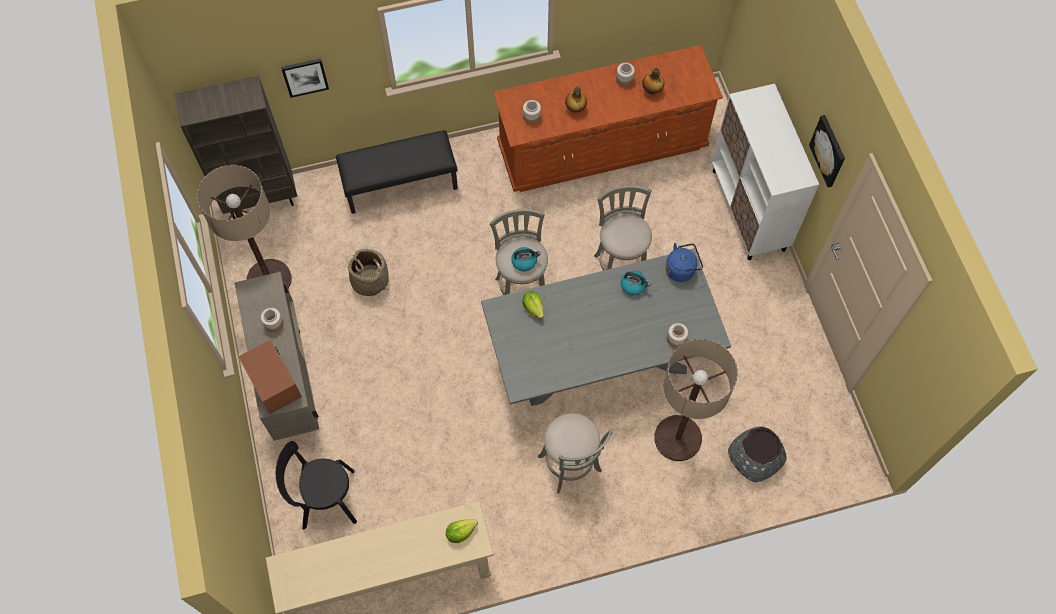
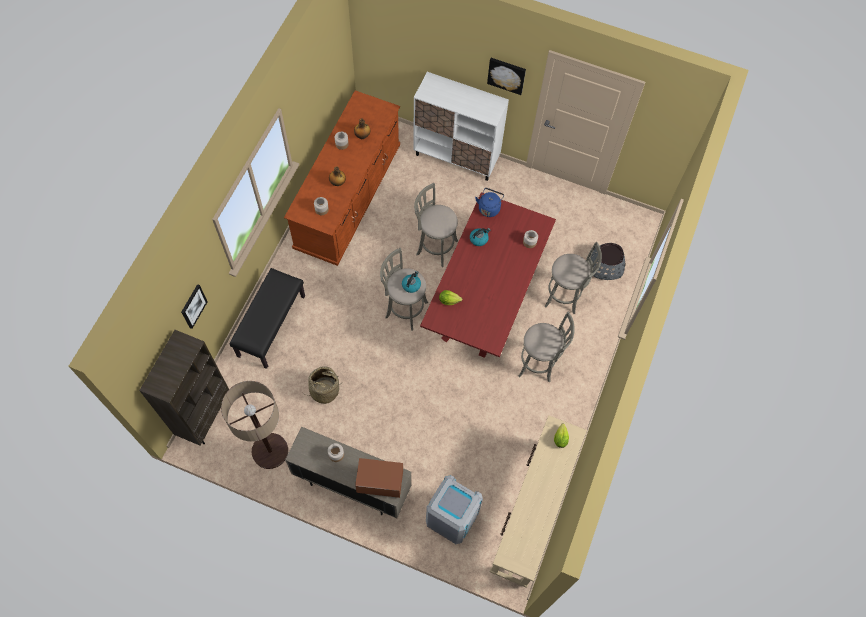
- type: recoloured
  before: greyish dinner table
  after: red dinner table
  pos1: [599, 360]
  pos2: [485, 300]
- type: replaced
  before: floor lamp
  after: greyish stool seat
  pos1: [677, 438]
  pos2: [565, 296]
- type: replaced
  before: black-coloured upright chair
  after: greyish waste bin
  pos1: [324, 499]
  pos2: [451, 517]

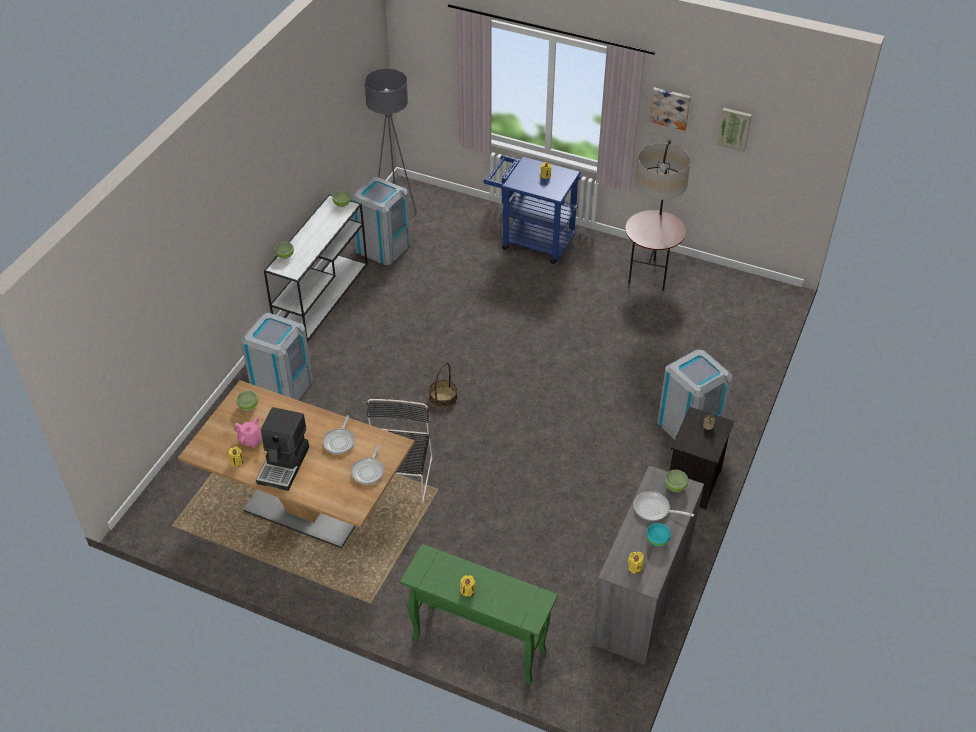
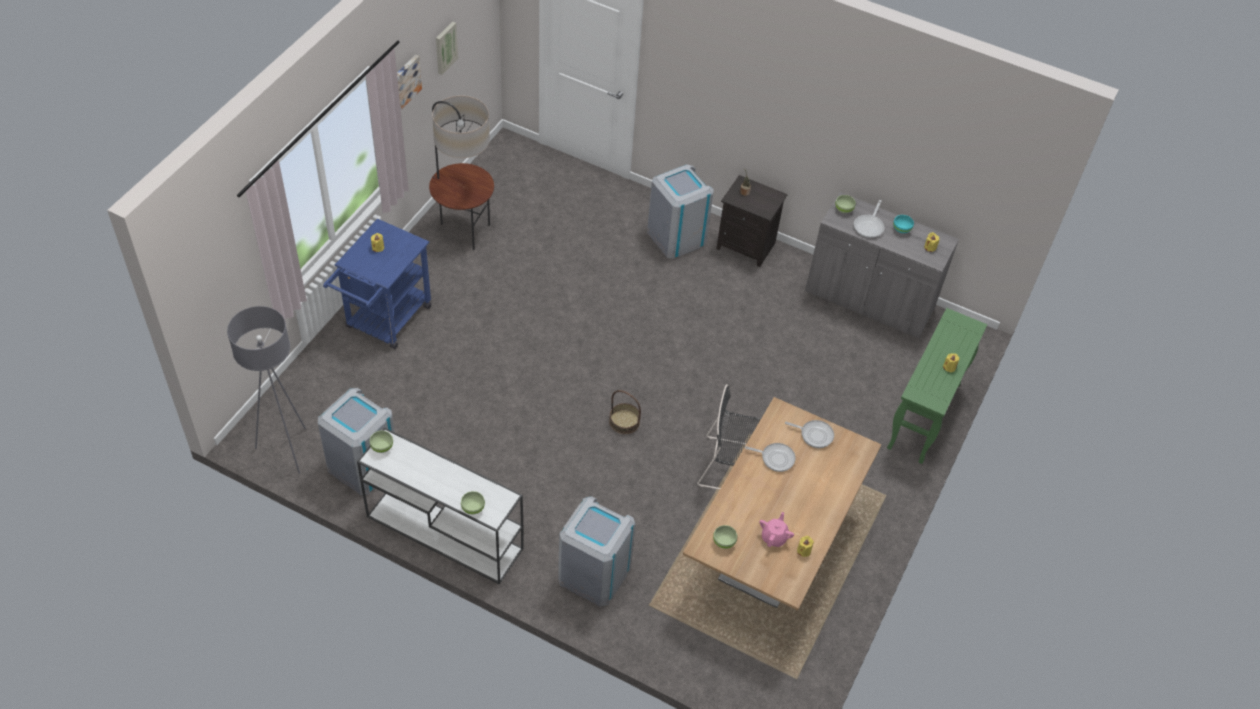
- type: removed
  before: coffee brewer
  pos1: [284, 465]

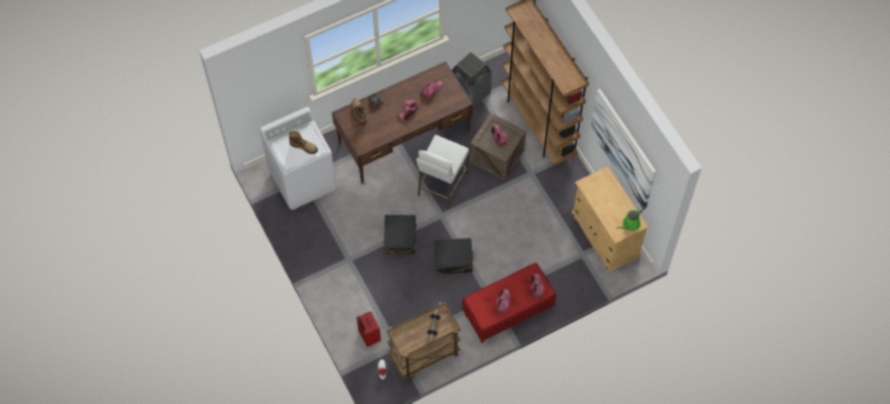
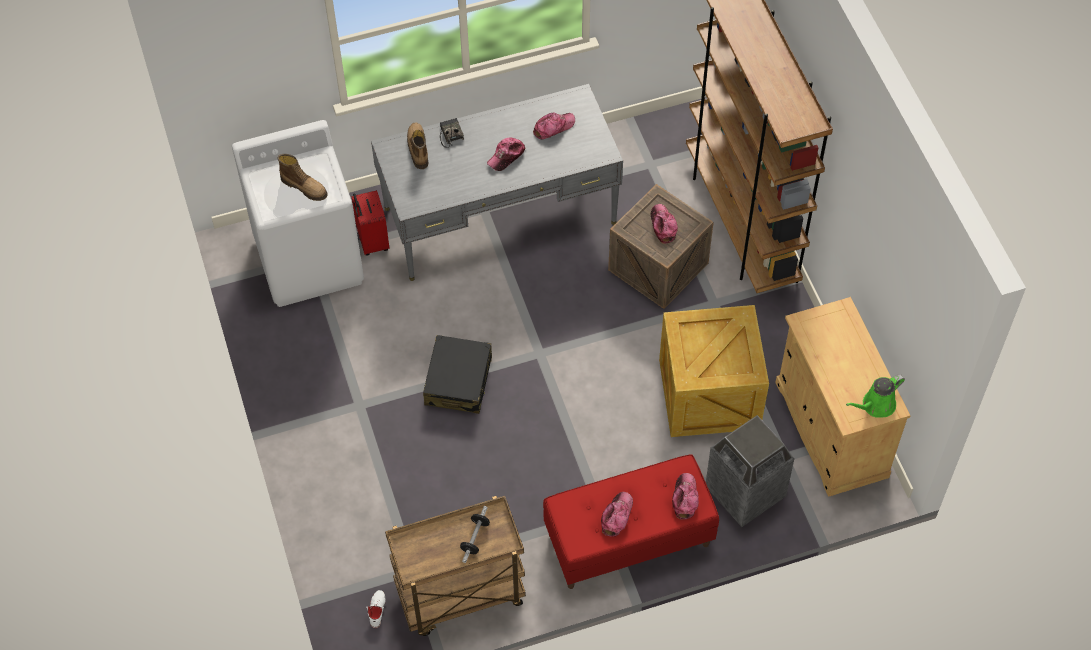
- type: moved
  before: waste bin
  pos1: [470, 94]
  pos2: [745, 493]
- type: recoloured
  before: brown desk unit
  after: greyish desk unit
  pos1: [404, 139]
  pos2: [499, 215]
- type: removed
  before: wall art
  pos1: [623, 149]
- type: removed
  before: whitish stool seat
  pos1: [441, 185]
- type: removed
  before: black-coloured piece of luggage
  pos1: [453, 259]
- type: moved
  before: red piece of luggage
  pos1: [368, 336]
  pos2: [372, 241]
- type: added
  after: shipping crate
  pos2: [707, 395]

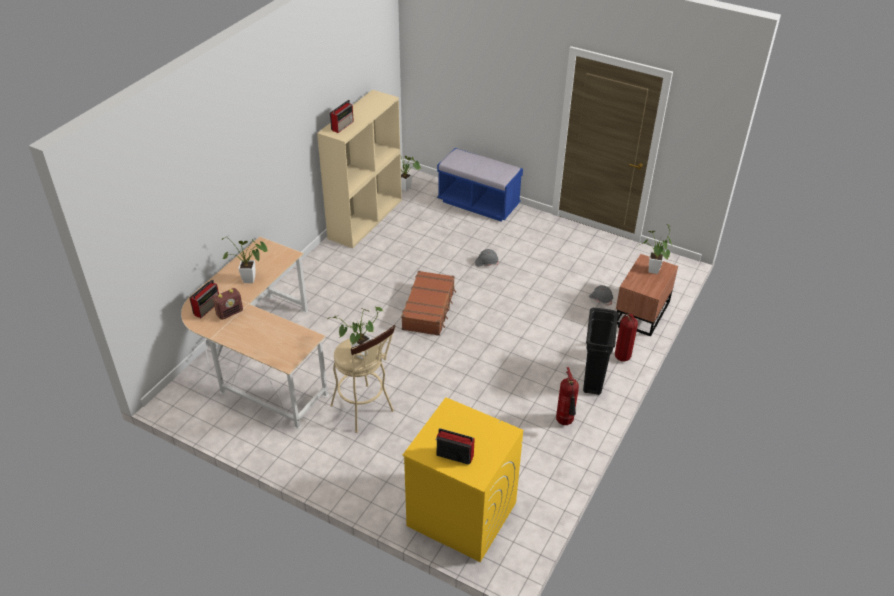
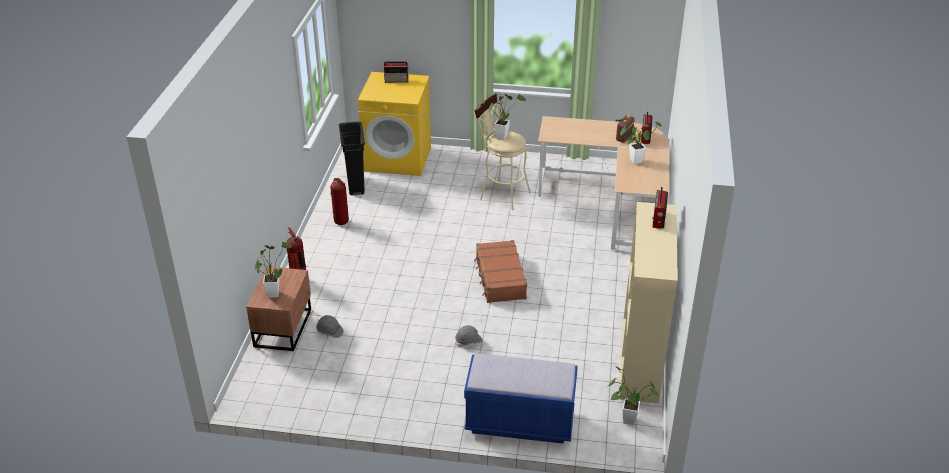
- type: moved
  before: black-coloured waste bin
  pos1: [593, 379]
  pos2: [355, 185]

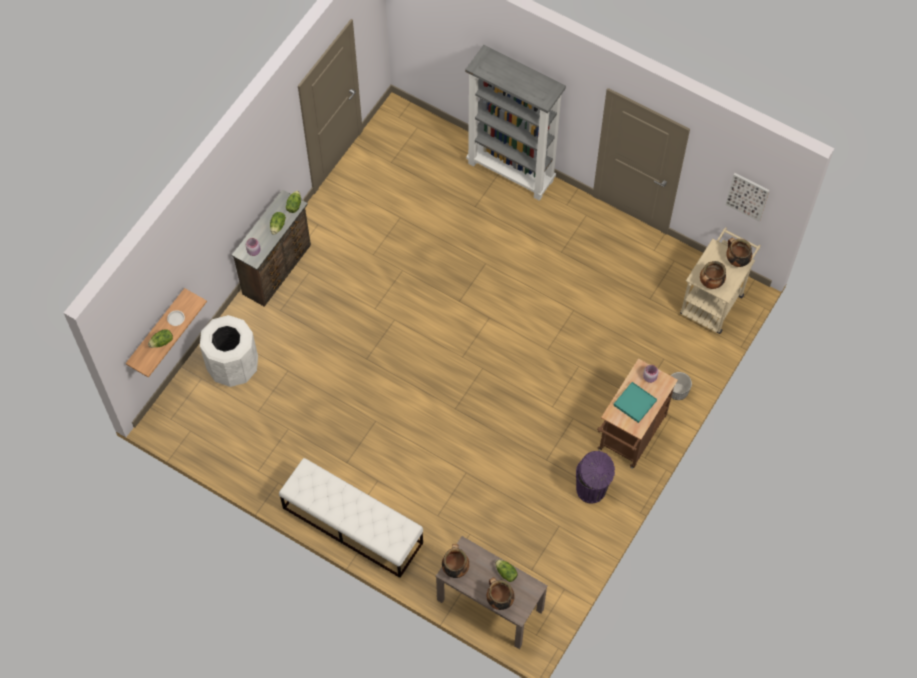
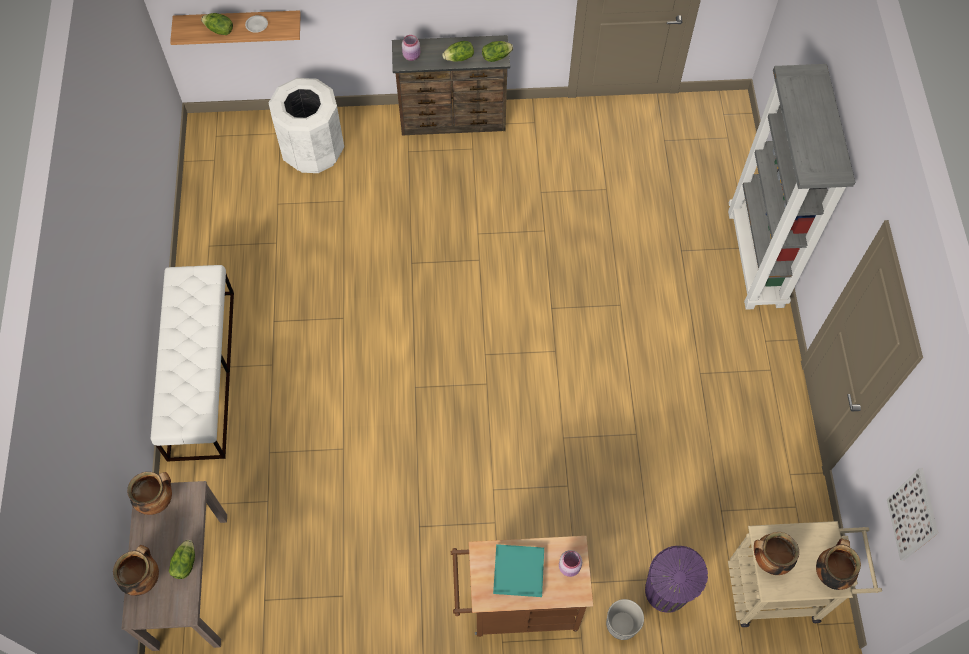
- type: moved
  before: purple waste bin
  pos1: [592, 490]
  pos2: [666, 592]

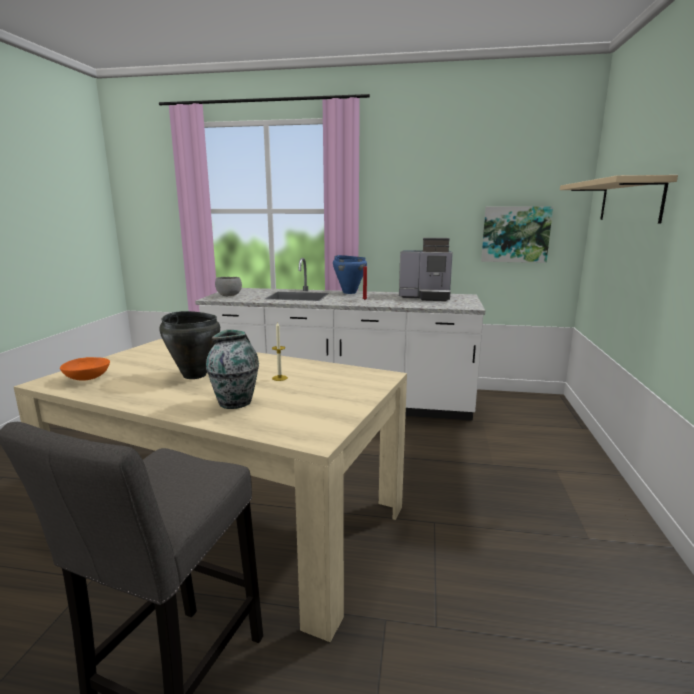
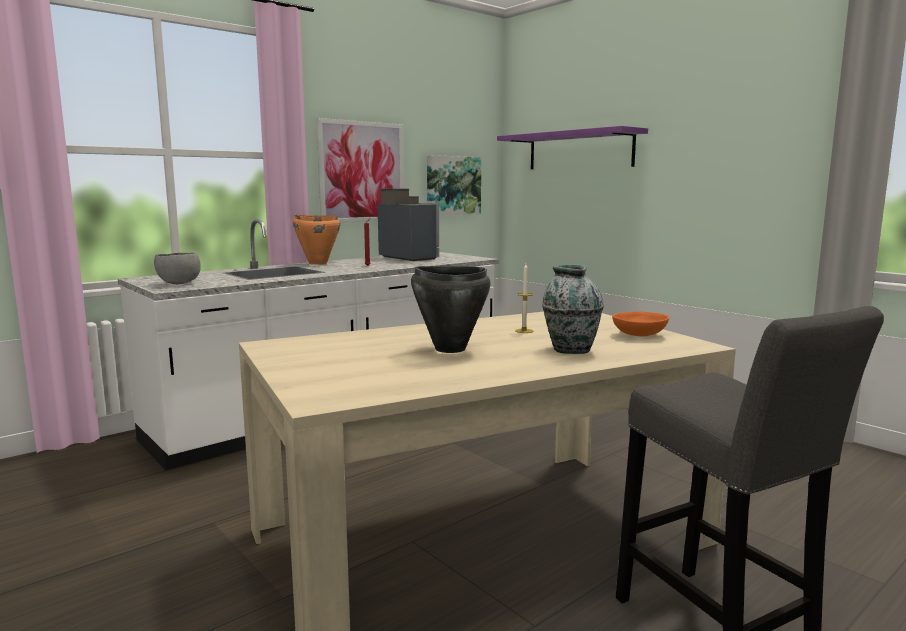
- type: recoloured
  before: sand-coloured shelf
  after: purple shelf
  pos1: [630, 201]
  pos2: [579, 150]
- type: turned
  before: coffee brewer
  pos1: [426, 297]
  pos2: [410, 257]
  turn: -90
- type: recoloured
  before: blue cooking pot
  after: orange-coloured cooking pot
  pos1: [349, 292]
  pos2: [317, 263]
- type: moved
  before: orange-coloured bowl
  pos1: [87, 378]
  pos2: [640, 335]
- type: added
  after: wall art
  pos2: [362, 172]

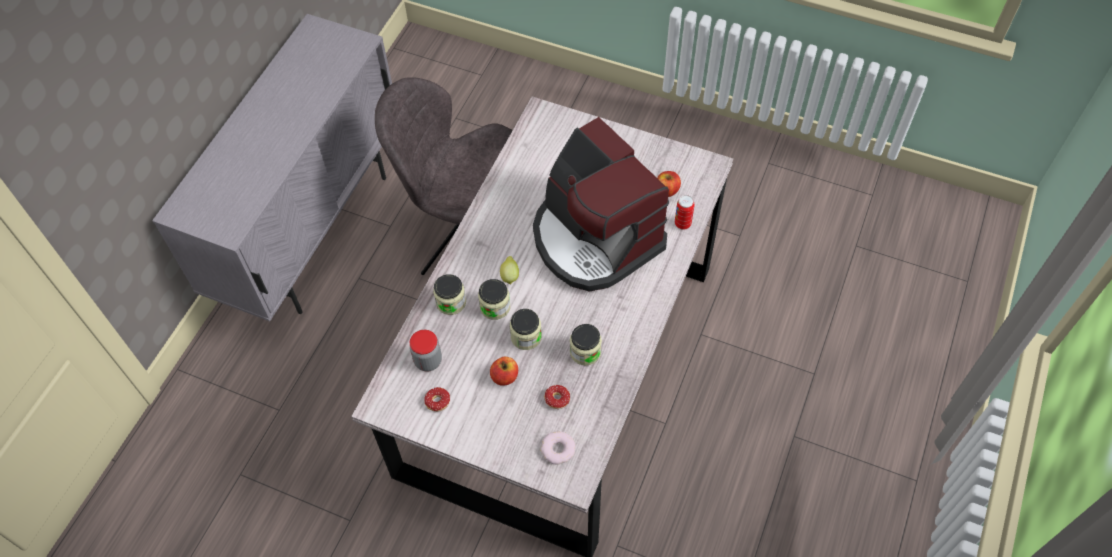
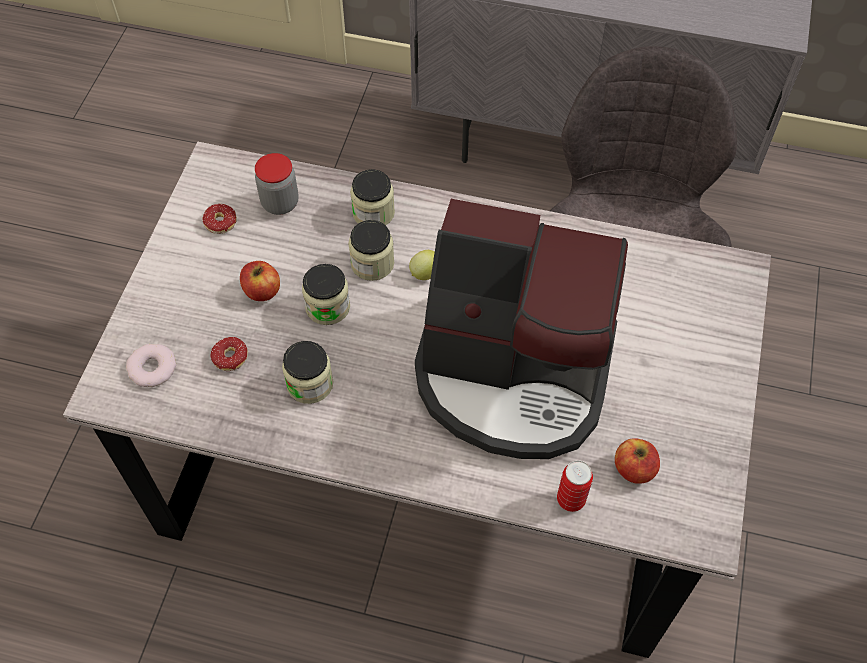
- type: turned
  before: coffee brewer
  pos1: [595, 238]
  pos2: [514, 373]
  turn: -120

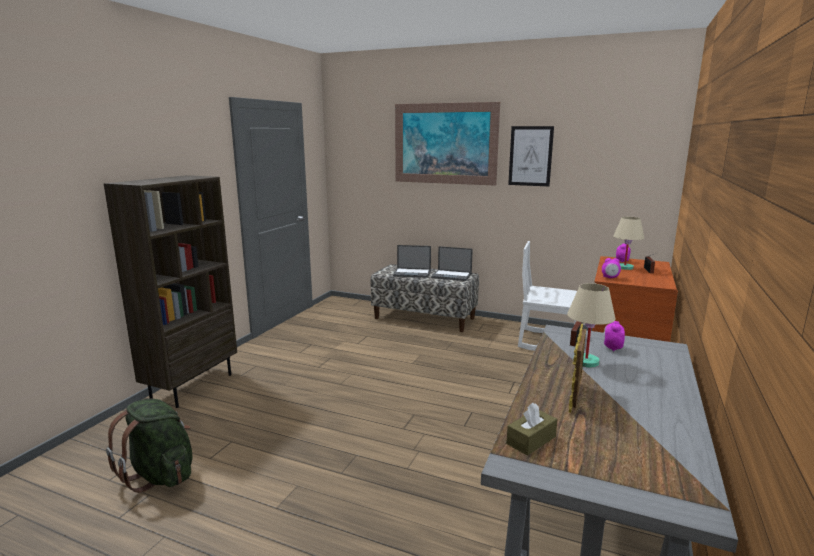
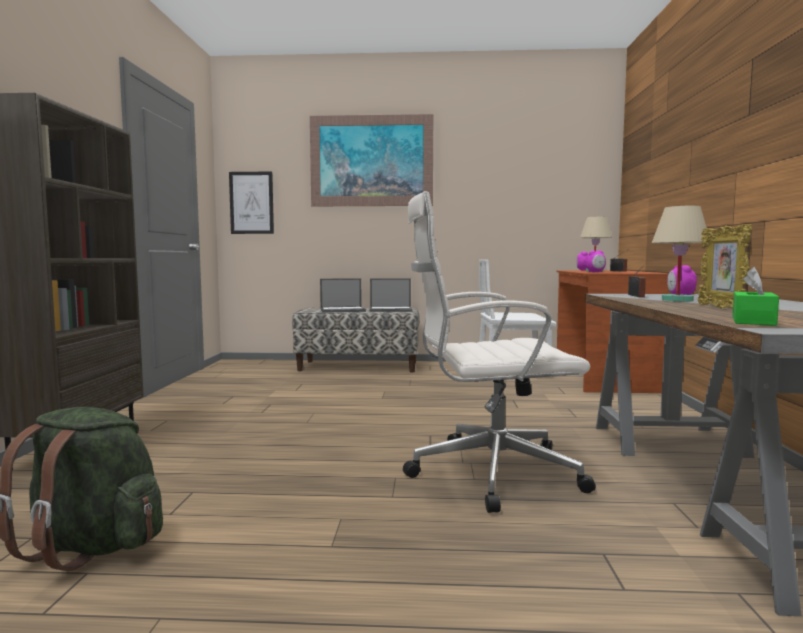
- type: moved
  before: wall art
  pos1: [530, 156]
  pos2: [251, 203]
- type: recoloured
  before: brown tissue box
  after: greenish tissue box
  pos1: [531, 440]
  pos2: [753, 321]
- type: added
  after: whitish computer chair
  pos2: [489, 472]

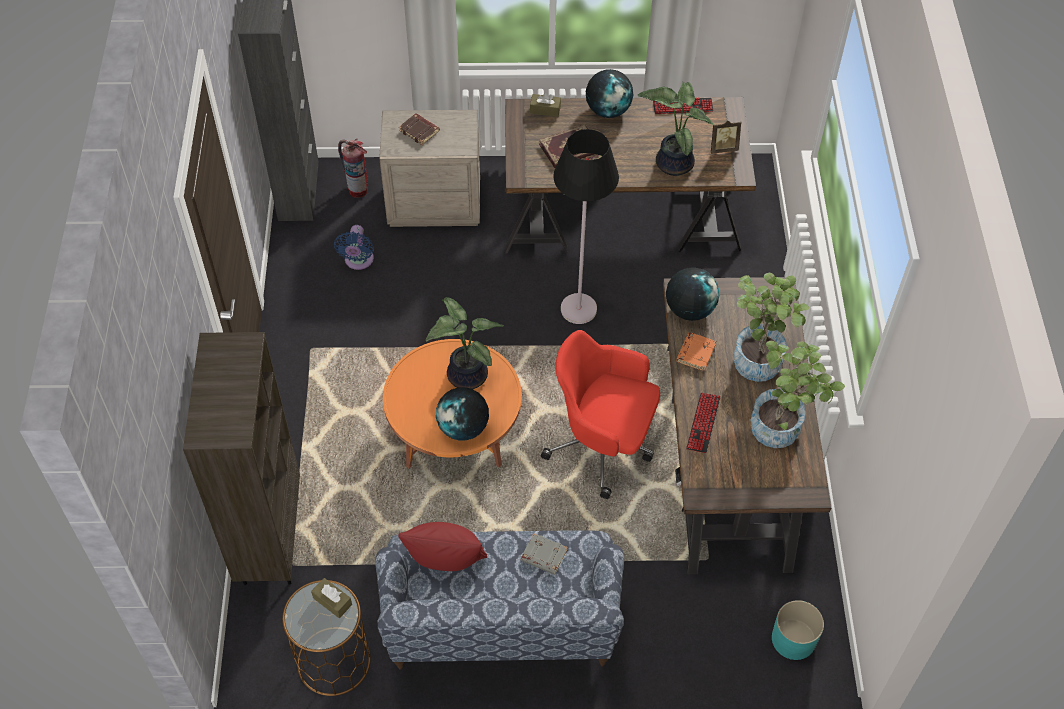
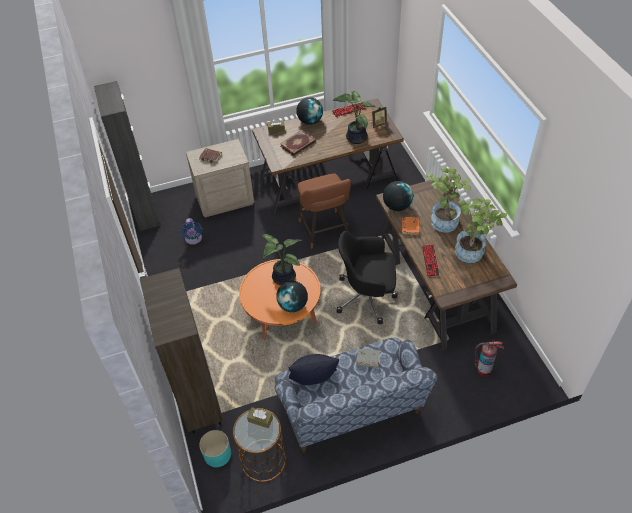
- type: replaced
  before: black-coloured floor lamp
  after: brown stool seat
  pos1: [578, 309]
  pos2: [325, 232]
- type: moved
  before: fire extinguisher
  pos1: [358, 189]
  pos2: [483, 369]
- type: recoloured
  before: red computer chair
  after: black-coloured computer chair
  pos1: [603, 445]
  pos2: [367, 297]
- type: recoloured
  before: red throw pillow
  after: black-coloured throw pillow
  pos1: [445, 561]
  pos2: [313, 379]
- type: moved
  before: turquoise planter
  pos1: [794, 639]
  pos2: [217, 454]

